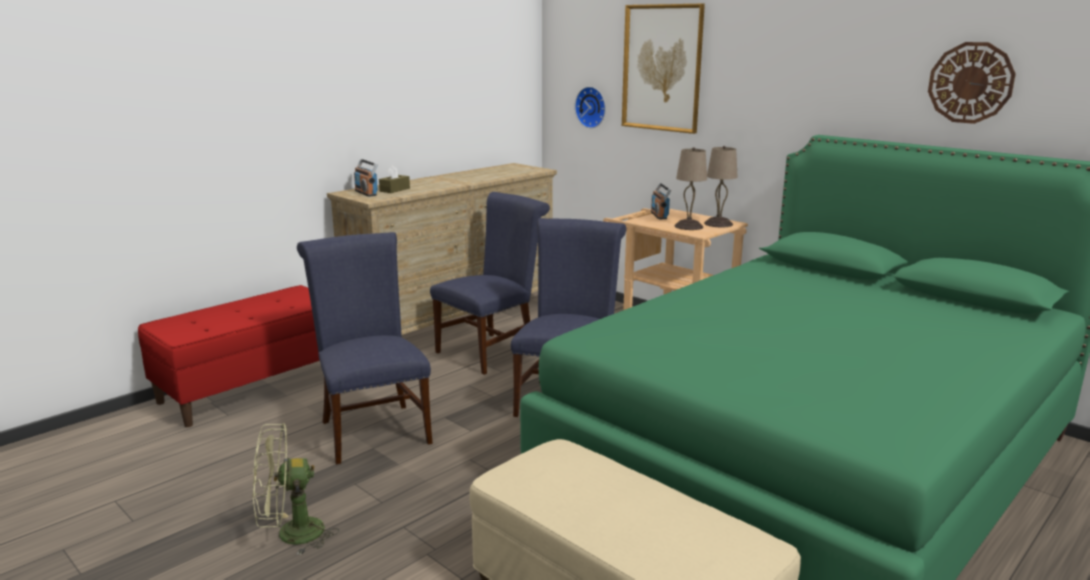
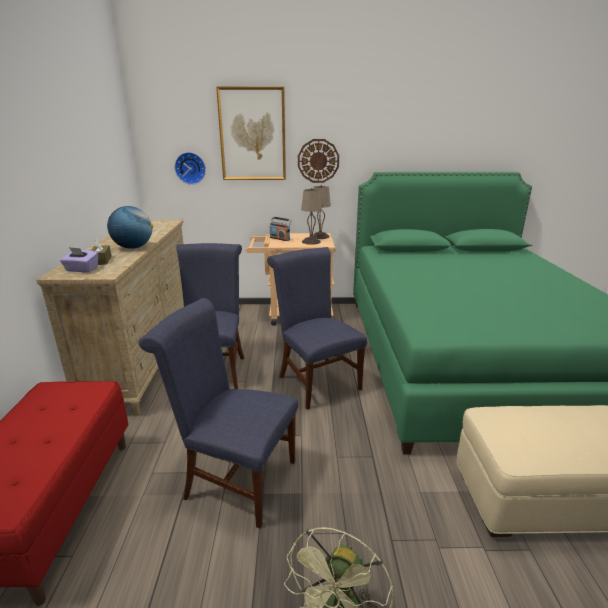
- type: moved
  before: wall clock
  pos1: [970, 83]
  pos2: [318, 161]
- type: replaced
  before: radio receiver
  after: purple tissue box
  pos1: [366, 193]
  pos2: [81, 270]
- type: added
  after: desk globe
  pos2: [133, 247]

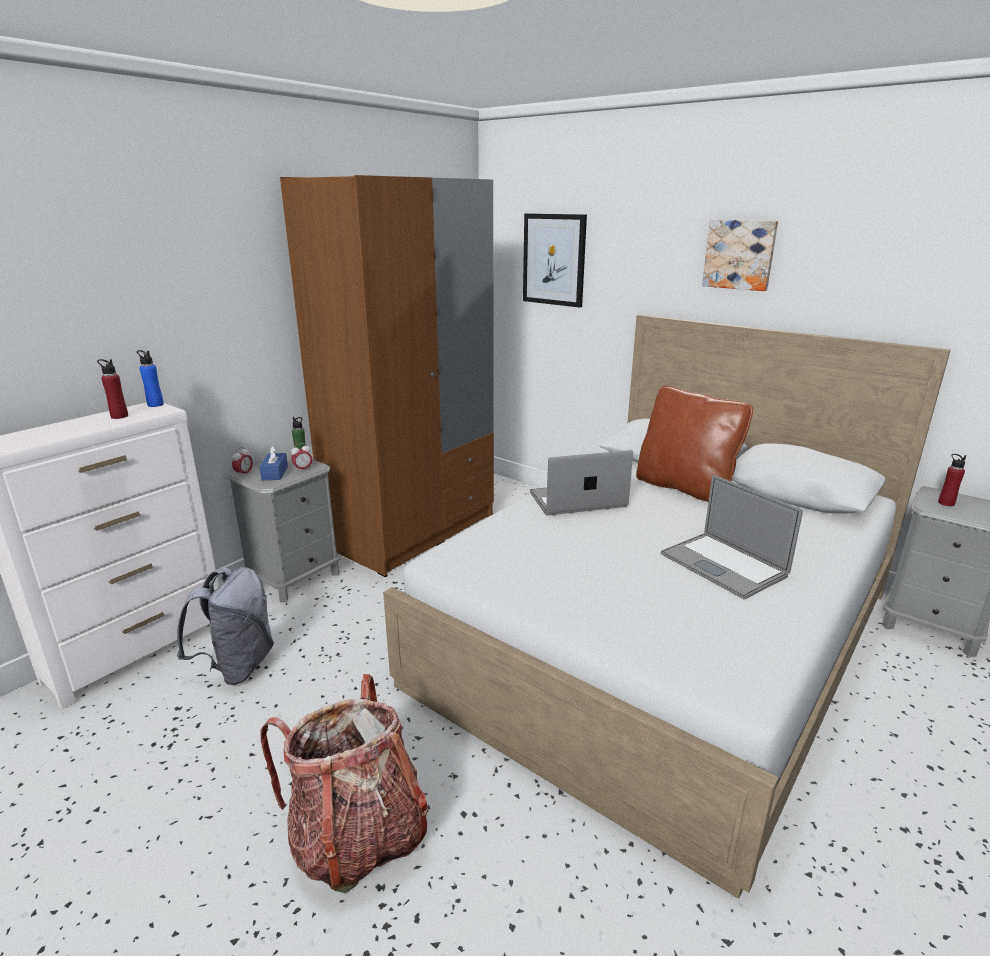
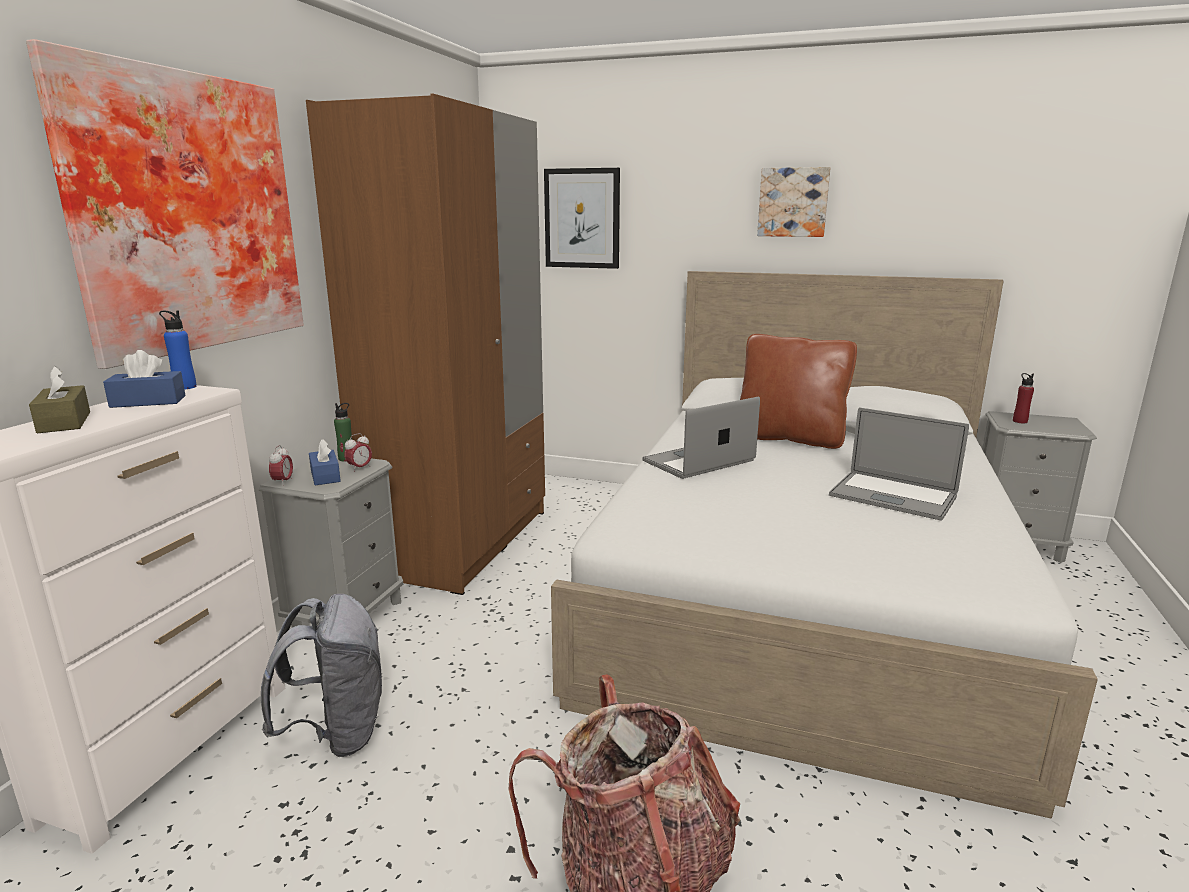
- type: replaced
  before: red bottle
  after: blue tissue box
  pos1: [119, 416]
  pos2: [148, 401]
- type: added
  after: wall art
  pos2: [183, 213]
- type: added
  after: brown tissue box
  pos2: [64, 422]

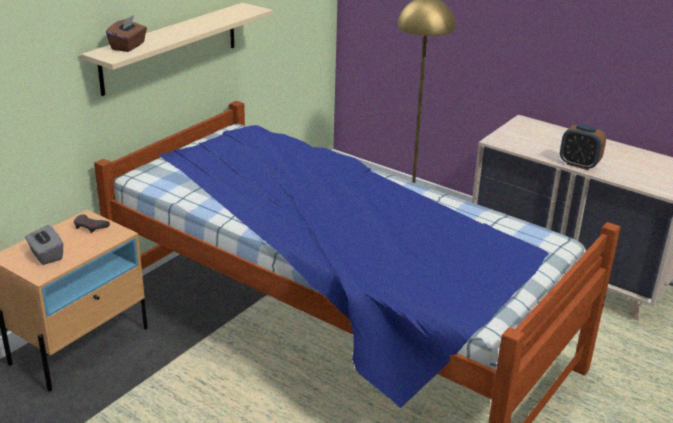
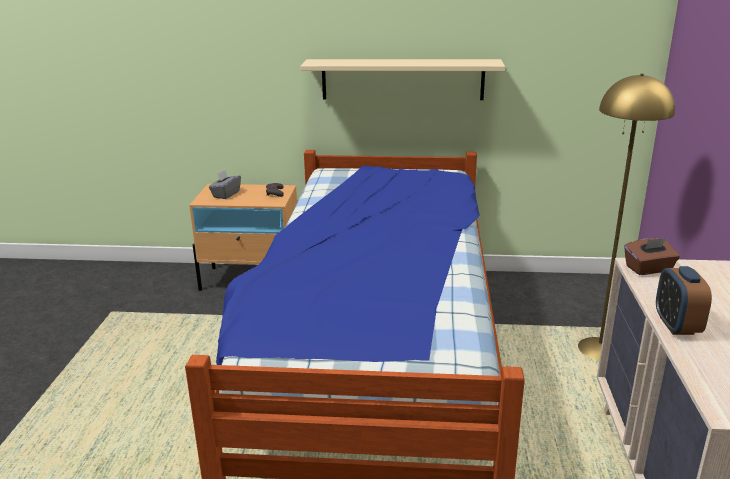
- type: moved
  before: brown tissue box
  pos1: [128, 46]
  pos2: [649, 269]

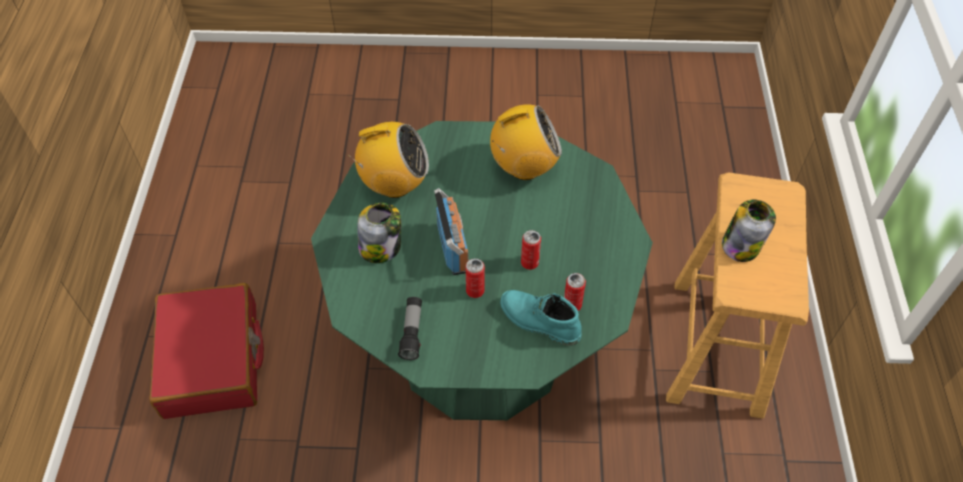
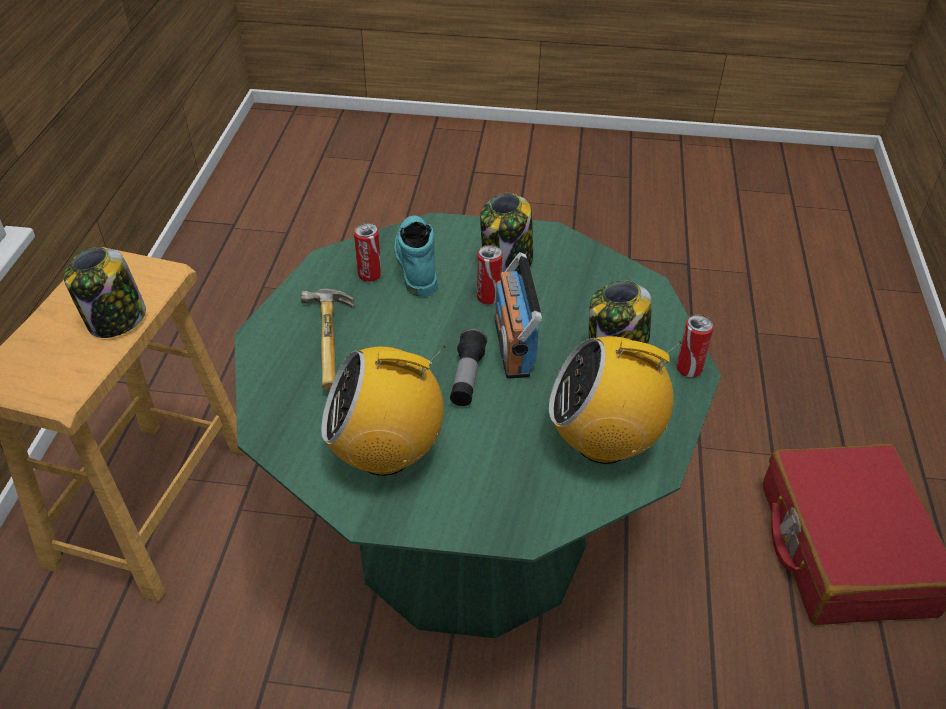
- type: moved
  before: sealed can
  pos1: [529, 262]
  pos2: [689, 369]
- type: turned
  before: turquoise high-top boot
  pos1: [538, 322]
  pos2: [415, 263]
  turn: -135
- type: moved
  before: torch
  pos1: [412, 332]
  pos2: [467, 377]
- type: added
  after: storage jar
  pos2: [507, 263]
- type: added
  after: hammer
  pos2: [335, 342]

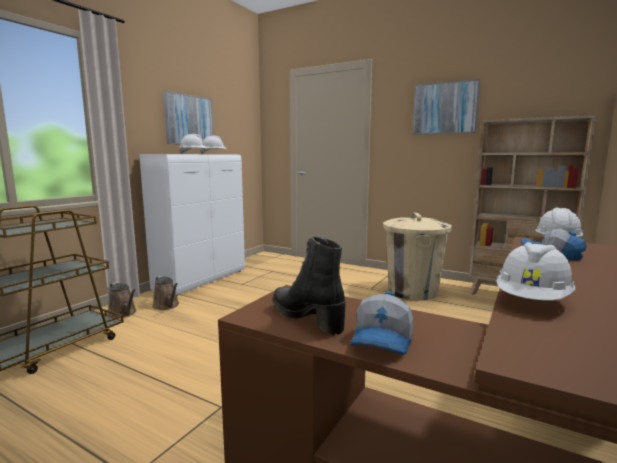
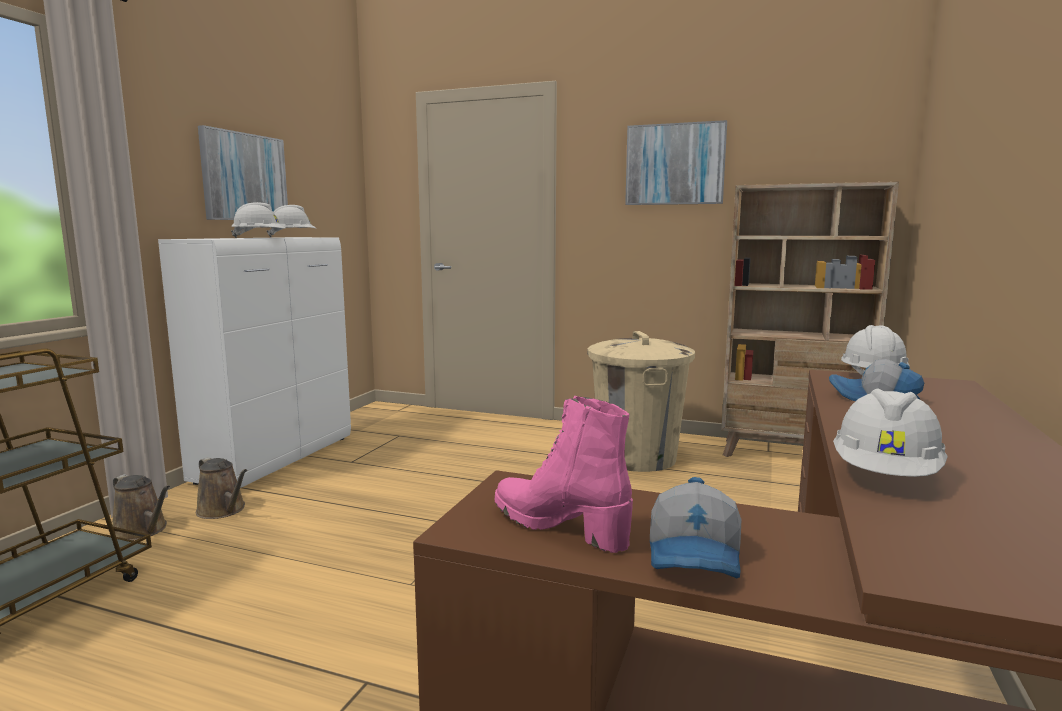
- type: recoloured
  before: black-coloured high-top boot
  after: pink high-top boot
  pos1: [307, 317]
  pos2: [560, 526]

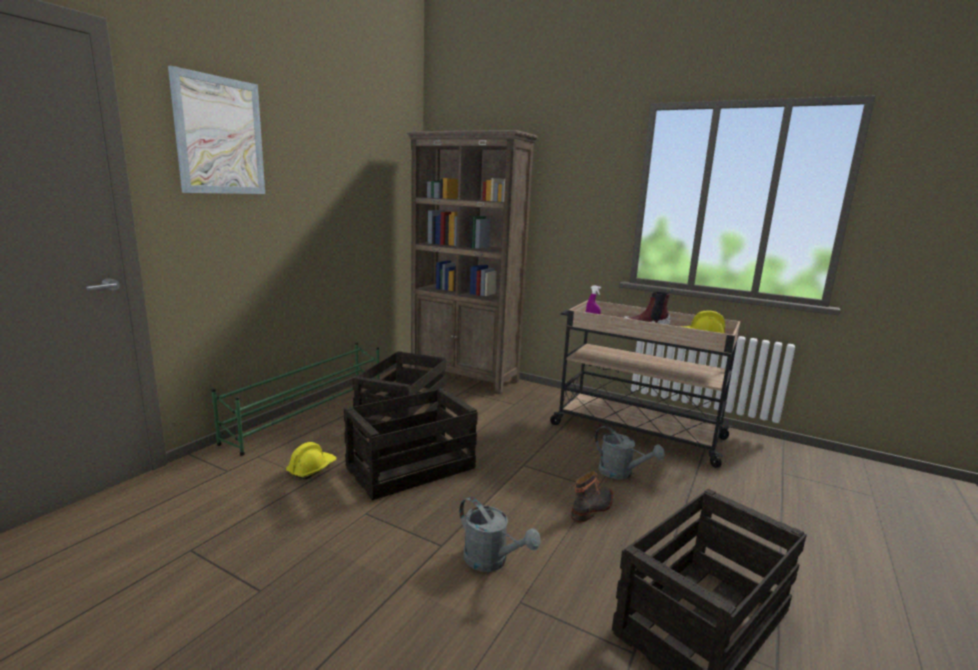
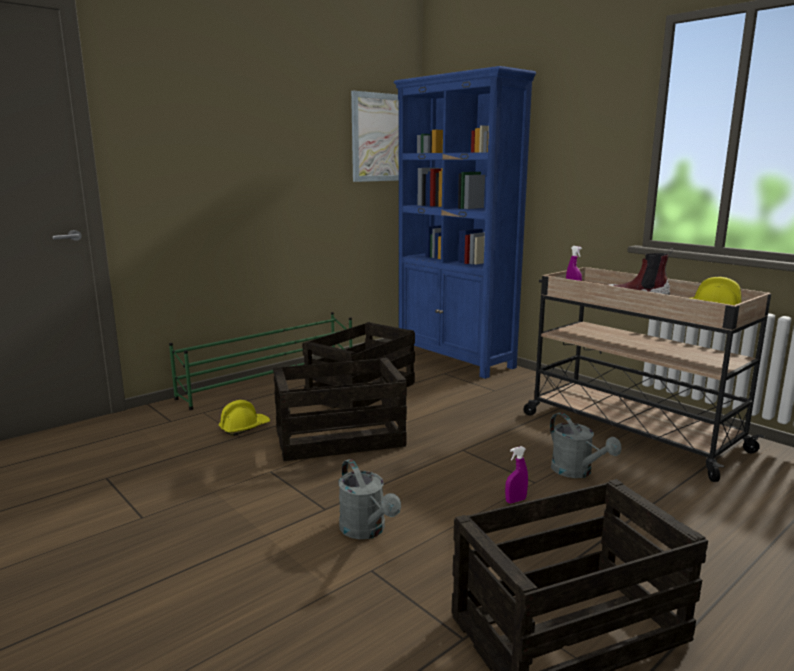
- type: moved
  before: wall art
  pos1: [220, 136]
  pos2: [379, 137]
- type: recoloured
  before: brown shelving unit
  after: blue shelving unit
  pos1: [464, 376]
  pos2: [455, 358]
- type: replaced
  before: high-top boot
  after: purple sprayer
  pos1: [593, 508]
  pos2: [515, 501]

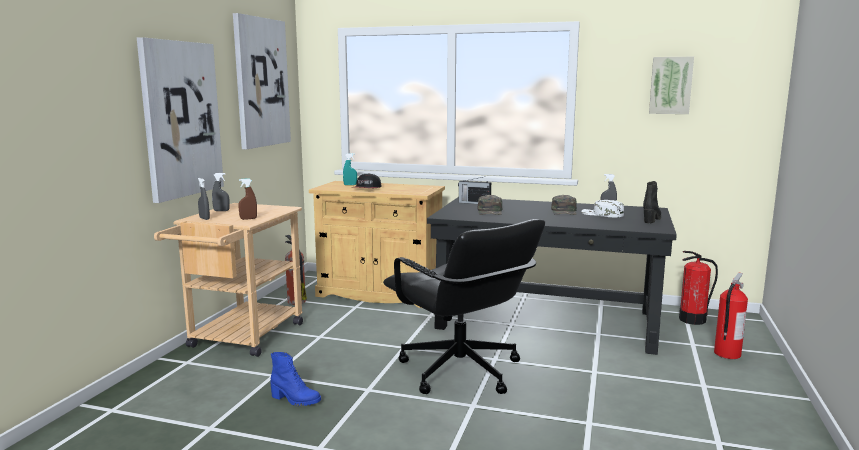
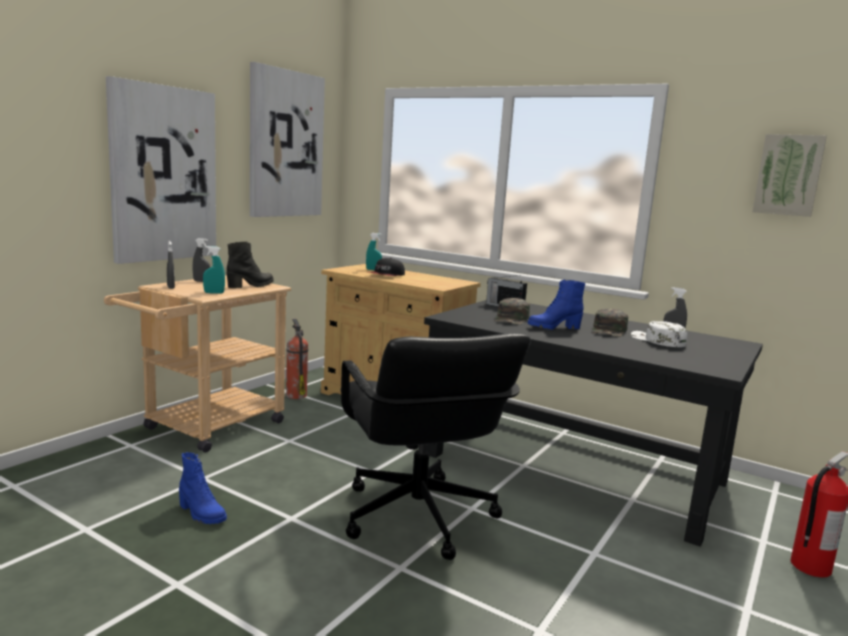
- type: recoloured
  before: brown sprayer
  after: turquoise sprayer
  pos1: [248, 219]
  pos2: [214, 293]
- type: moved
  before: black-coloured high-top boot
  pos1: [651, 219]
  pos2: [251, 286]
- type: removed
  before: fire extinguisher
  pos1: [692, 320]
- type: added
  after: blue high-top boot
  pos2: [553, 328]

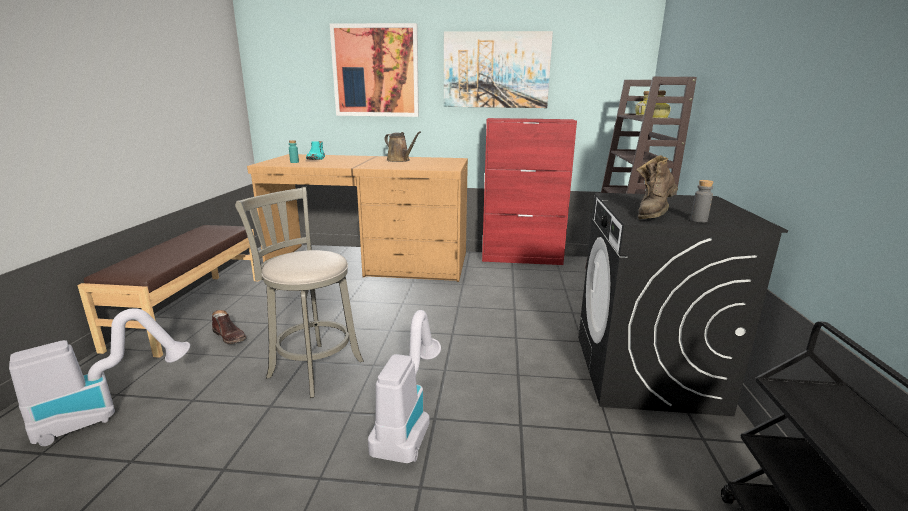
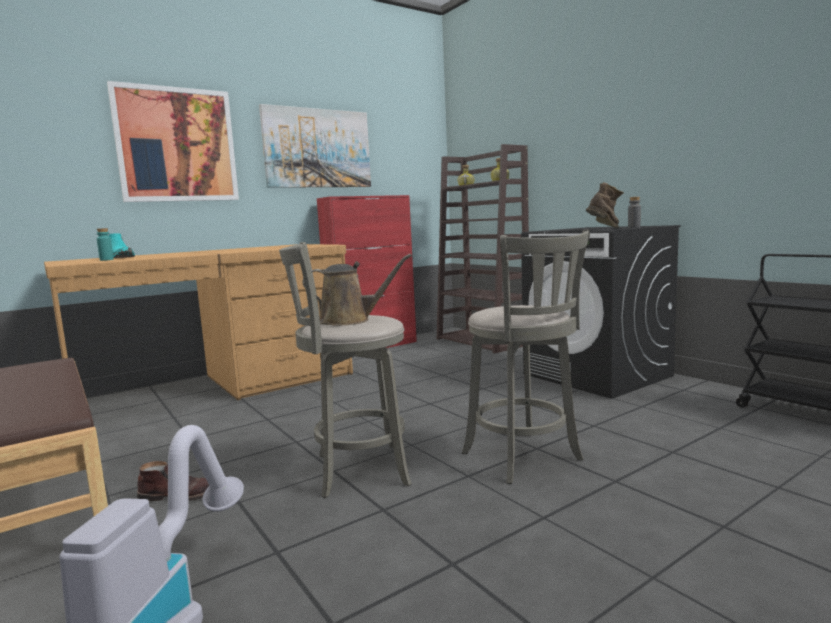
- type: moved
  before: brown sprinkling can
  pos1: [400, 160]
  pos2: [350, 320]
- type: turned
  before: brown high-top boot
  pos1: [653, 214]
  pos2: [604, 229]
  turn: -135
- type: replaced
  before: vacuum
  after: greyish stool seat
  pos1: [408, 422]
  pos2: [525, 458]

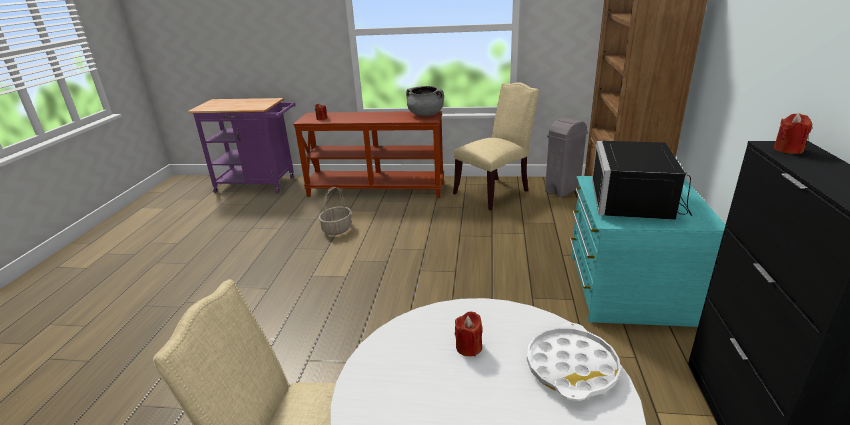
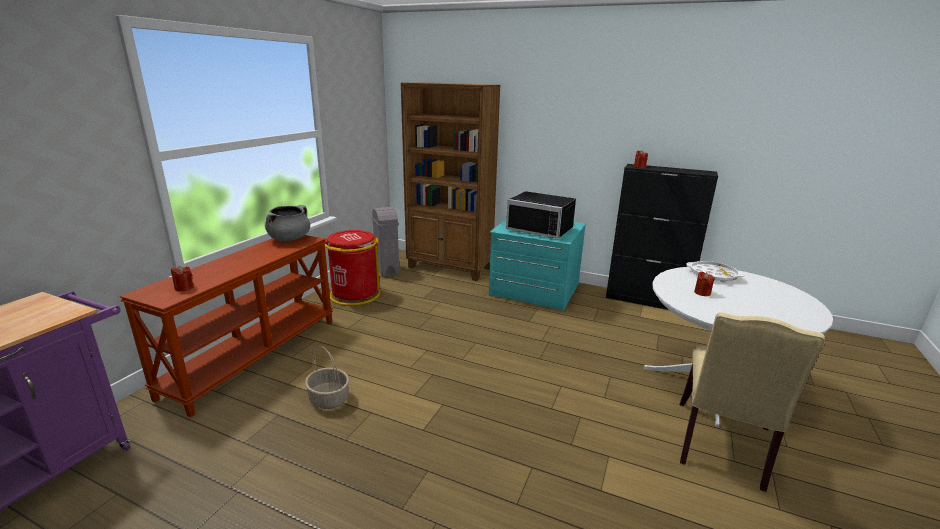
- type: replaced
  before: sand-coloured upright chair
  after: red waste bin
  pos1: [494, 192]
  pos2: [354, 295]

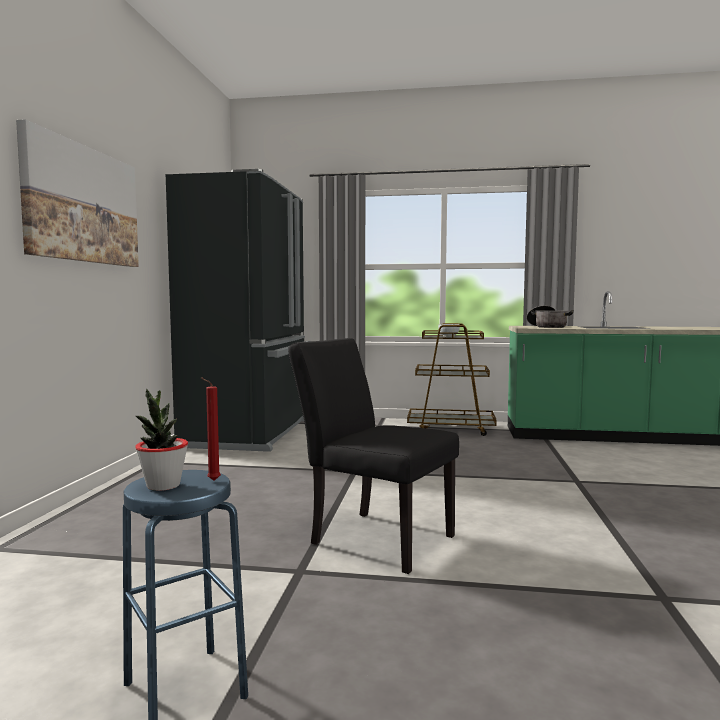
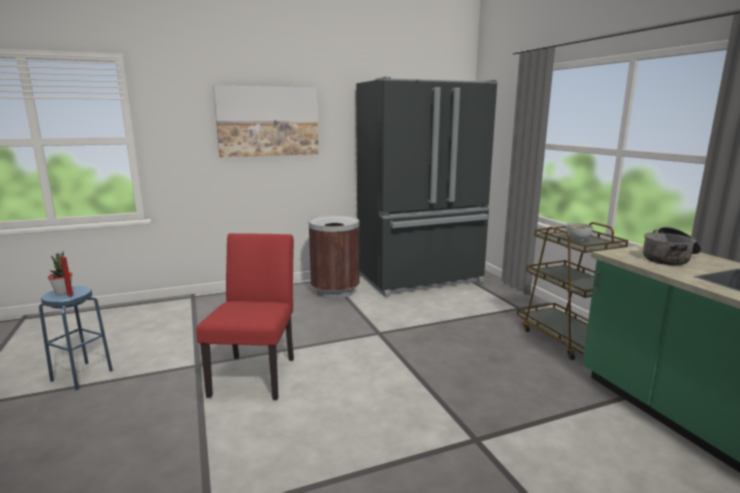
- type: recoloured
  before: black-coloured upright chair
  after: red upright chair
  pos1: [373, 537]
  pos2: [256, 372]
- type: added
  after: brown waste bin
  pos2: [335, 291]

